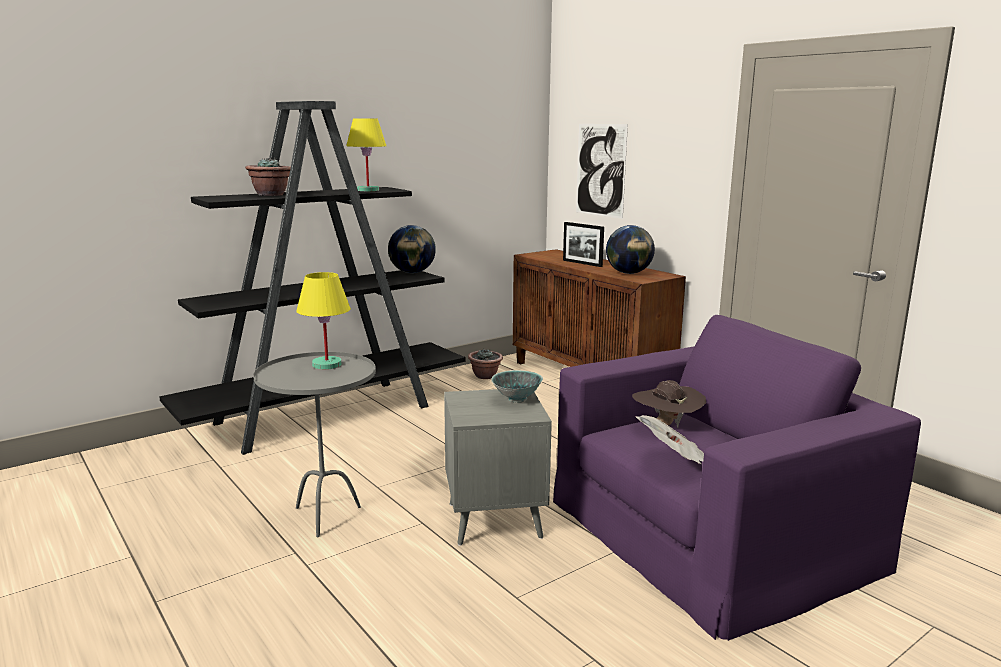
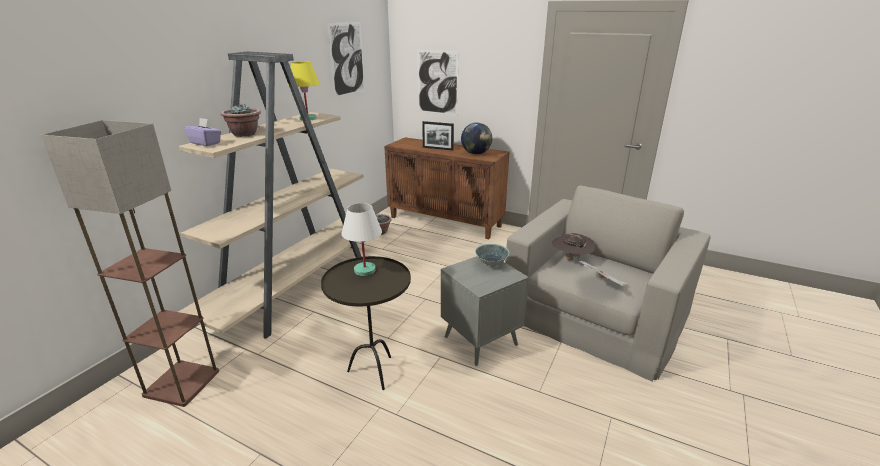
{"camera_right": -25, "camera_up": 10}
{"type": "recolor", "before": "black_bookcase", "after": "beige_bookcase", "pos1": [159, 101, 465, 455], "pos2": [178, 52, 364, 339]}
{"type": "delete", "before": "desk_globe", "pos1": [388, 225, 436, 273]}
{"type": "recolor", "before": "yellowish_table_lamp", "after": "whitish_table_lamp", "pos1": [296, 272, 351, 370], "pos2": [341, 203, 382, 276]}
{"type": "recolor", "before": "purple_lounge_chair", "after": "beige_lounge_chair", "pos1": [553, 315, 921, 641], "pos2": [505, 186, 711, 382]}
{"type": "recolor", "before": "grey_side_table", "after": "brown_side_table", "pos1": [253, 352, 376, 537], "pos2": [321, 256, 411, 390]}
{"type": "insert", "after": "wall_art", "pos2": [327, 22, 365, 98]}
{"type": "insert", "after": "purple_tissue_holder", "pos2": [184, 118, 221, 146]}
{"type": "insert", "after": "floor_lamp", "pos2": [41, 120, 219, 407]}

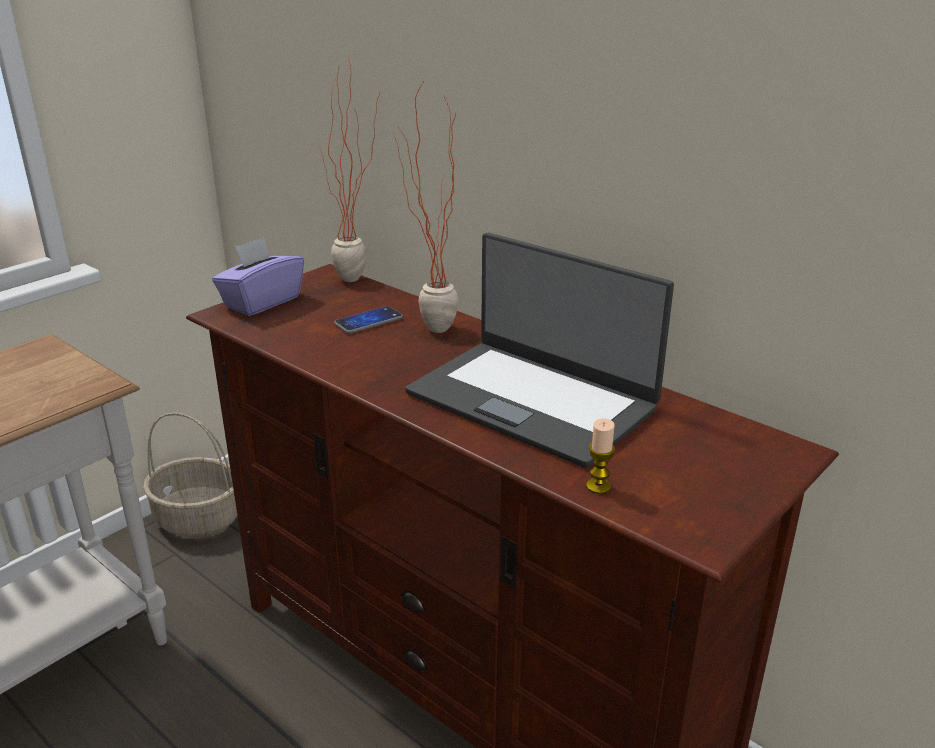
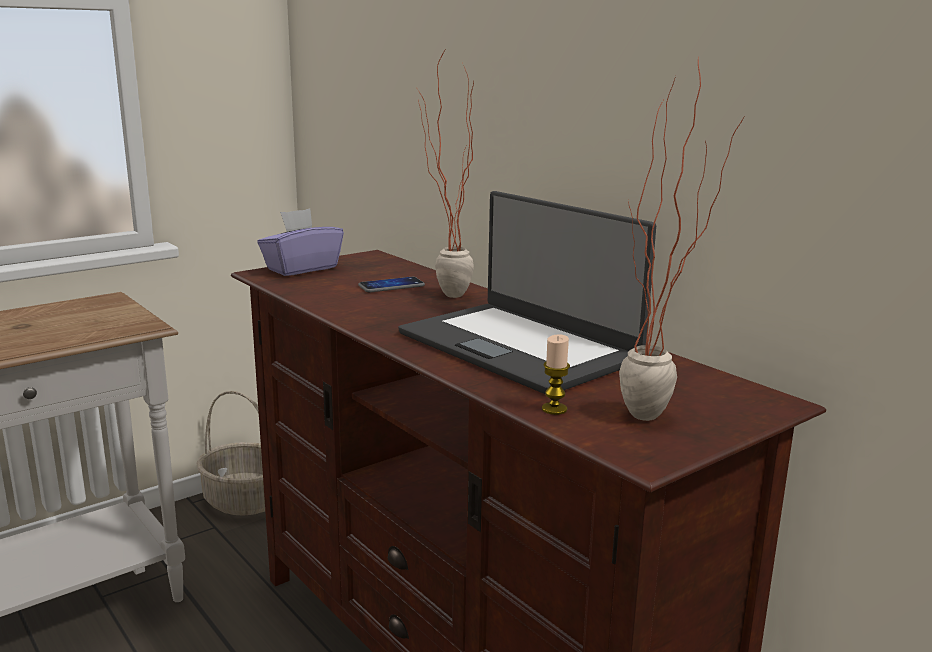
{"camera_right": 10, "camera_up": -10}
{"type": "move", "before": "houseplant", "pos1": [319, 61, 381, 282], "pos2": [619, 58, 744, 421]}

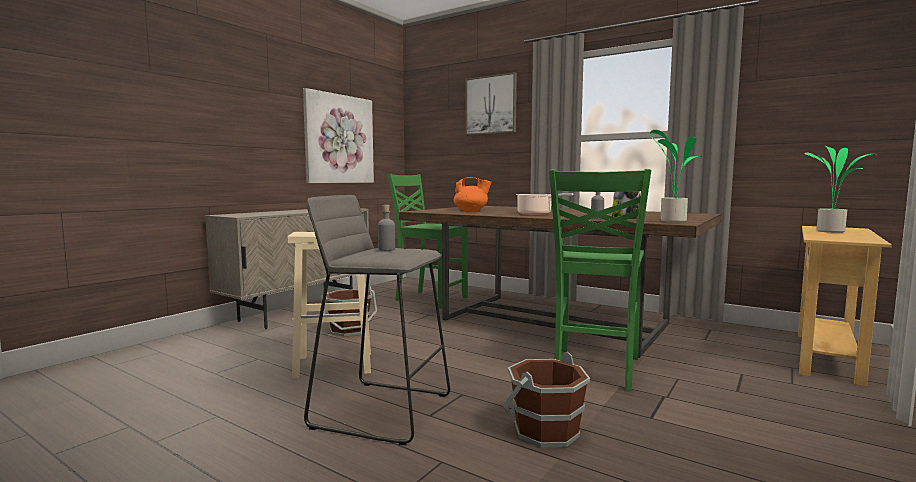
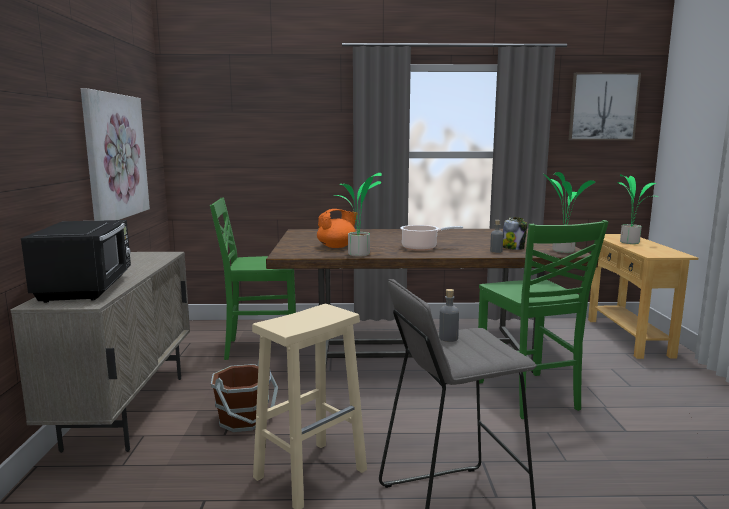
{"camera_right": -35, "camera_up": 5}
{"type": "move", "before": "wall_art", "pos1": [465, 72, 517, 135], "pos2": [569, 73, 641, 140]}
{"type": "delete", "before": "brown_water_bucket", "pos1": [503, 352, 590, 448]}
{"type": "insert", "after": "houseplant", "pos2": [333, 173, 382, 257]}
{"type": "insert", "after": "black_kitchen_microwave", "pos2": [21, 220, 131, 303]}

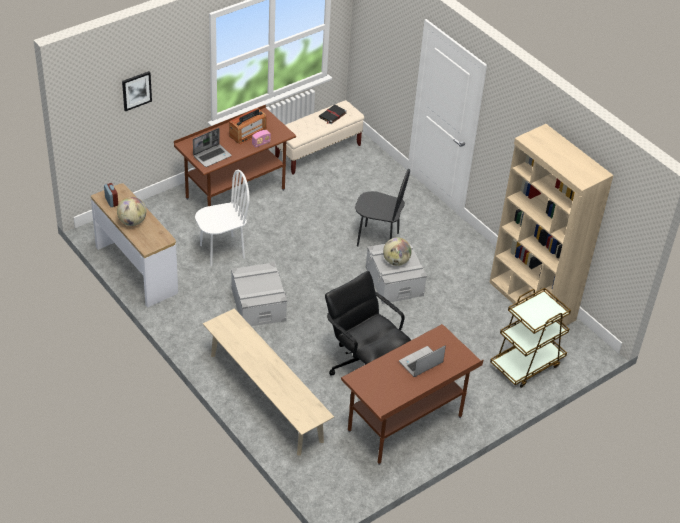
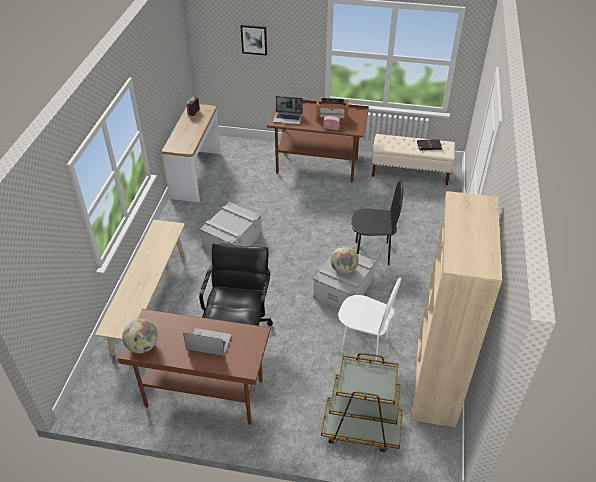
{"camera_right": 50, "camera_up": 0}
{"type": "rotate", "before": "black_chair", "pos1": [355, 169, 410, 247], "pos2": [351, 180, 403, 265], "turn": -60}
{"type": "move", "before": "whitish_chair", "pos1": [195, 170, 250, 266], "pos2": [338, 278, 401, 363]}
{"type": "move", "before": "desk_globe", "pos1": [117, 197, 146, 226], "pos2": [122, 318, 158, 353]}

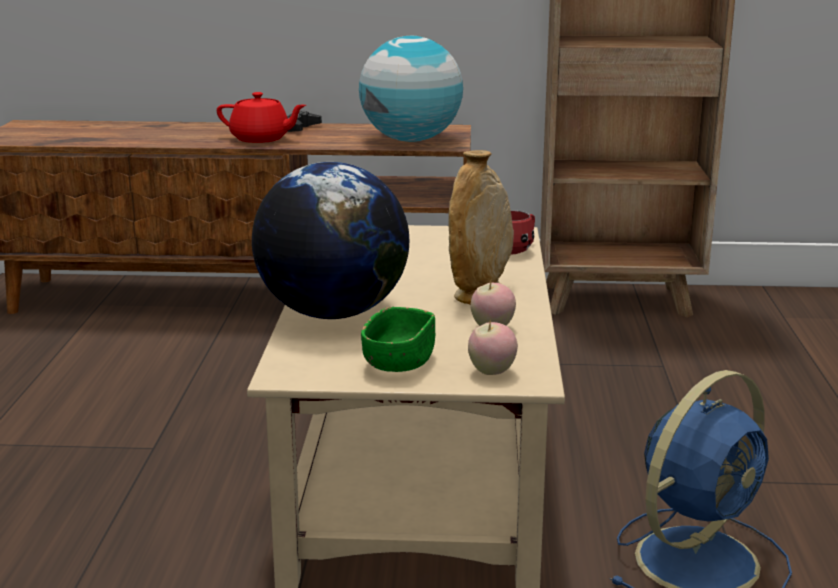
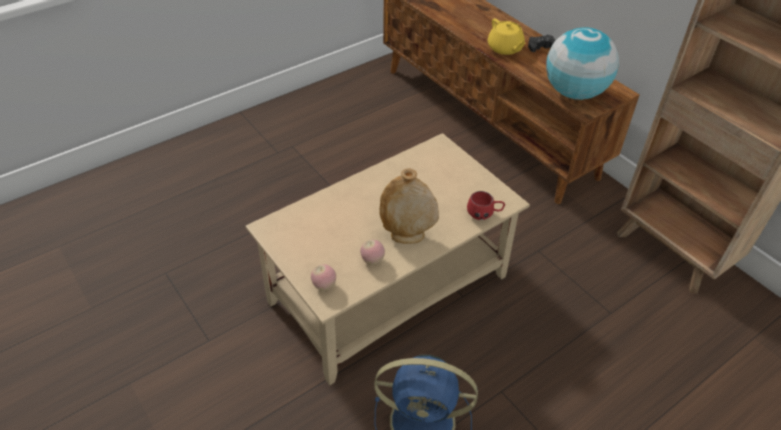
{"camera_right": 50, "camera_up": 25}
{"type": "recolor", "before": "red-coloured_tea_pot", "after": "yellowish_tea_pot", "pos1": [217, 92, 306, 143], "pos2": [488, 19, 526, 55]}
{"type": "delete", "before": "desk_globe", "pos1": [252, 162, 409, 319]}
{"type": "delete", "before": "greenish_serving_bowl", "pos1": [361, 307, 435, 372]}

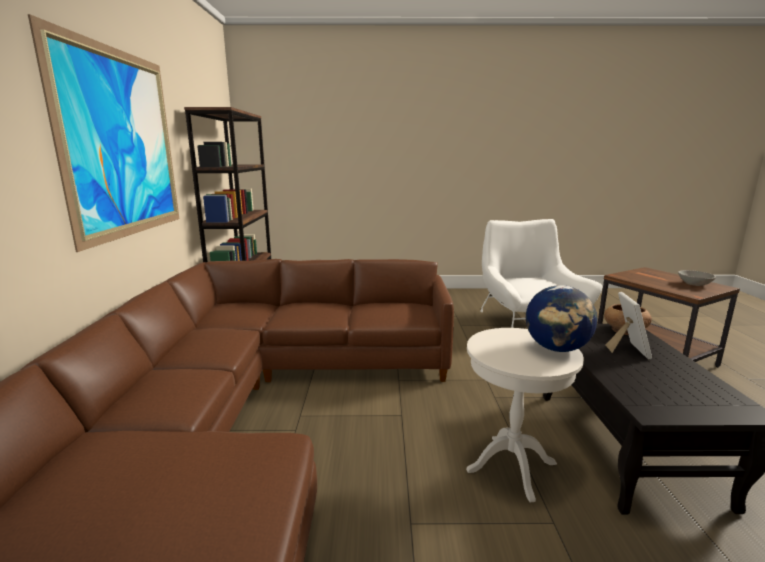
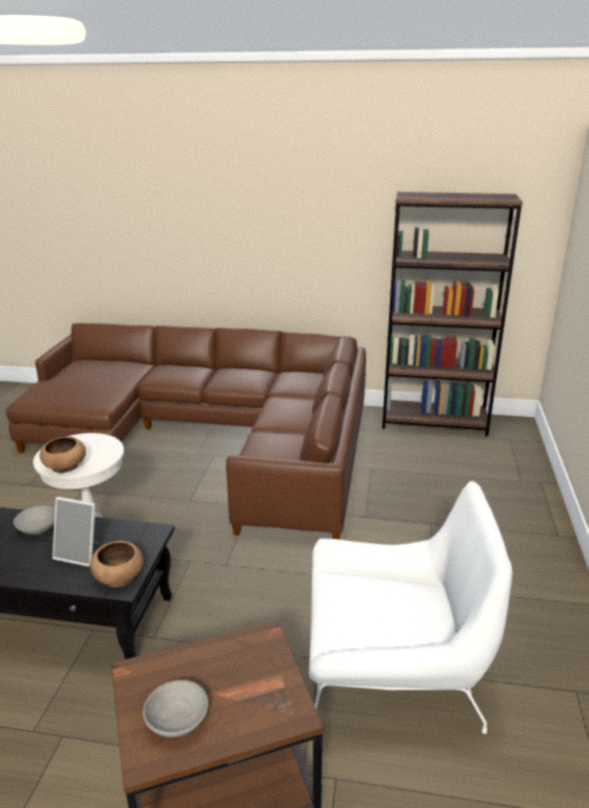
{"camera_right": 100, "camera_up": 10}
{"type": "delete", "before": "wall_art", "pos1": [28, 14, 179, 252]}
{"type": "replace", "before": "desk_globe", "after": "brown_serving_bowl", "pos1": [526, 285, 597, 352], "pos2": [40, 436, 86, 473]}
{"type": "insert", "after": "grey_serving_bowl", "pos2": [14, 505, 55, 535]}

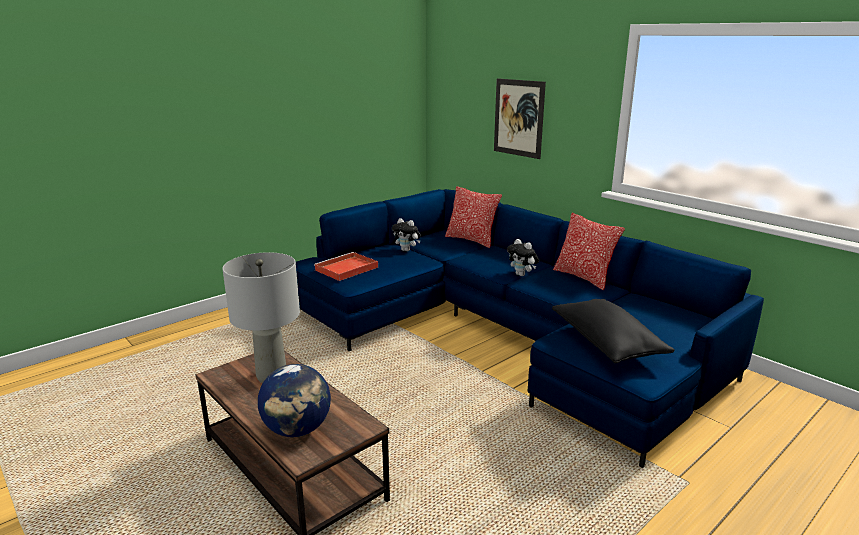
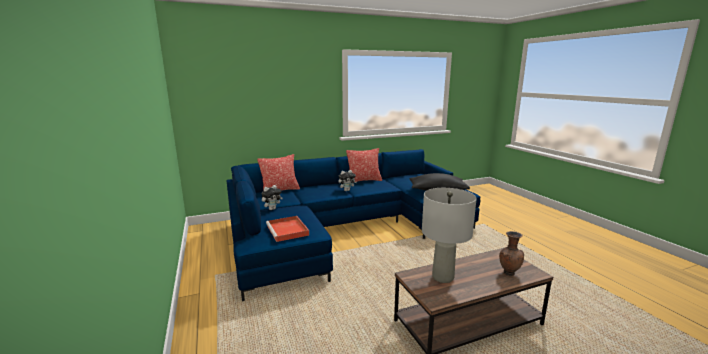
{"camera_right": -70, "camera_up": -5}
{"type": "delete", "before": "wall_art", "pos1": [494, 78, 546, 159]}
{"type": "replace", "before": "desk_globe", "after": "brown_flower_vase", "pos1": [258, 364, 331, 437], "pos2": [499, 231, 524, 276]}

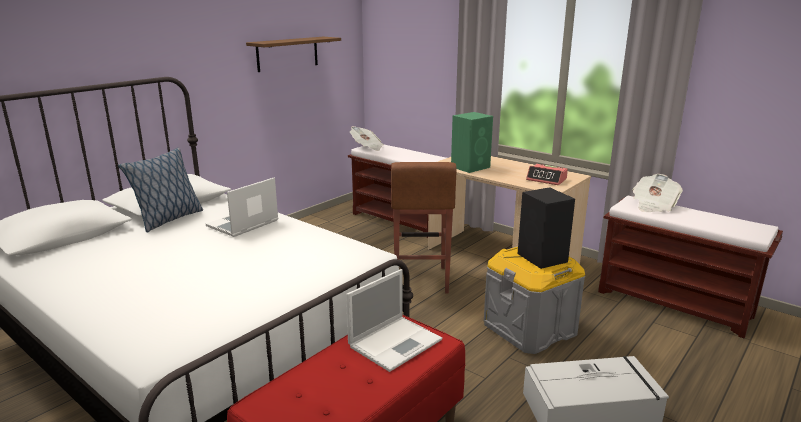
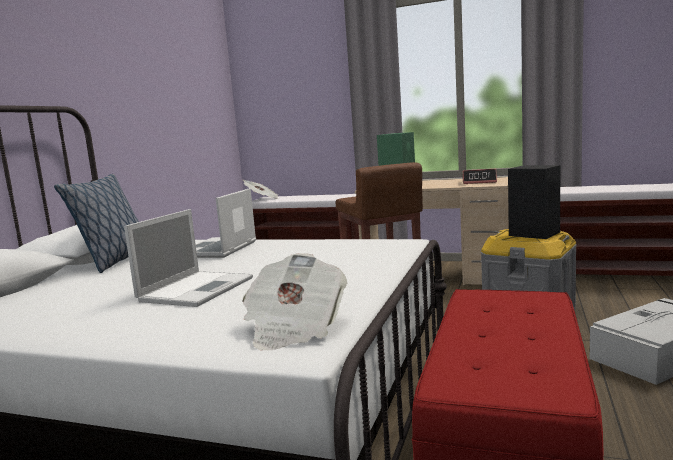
{"camera_right": -20, "camera_up": -10}
{"type": "delete", "before": "bracket_shelf", "pos1": [246, 37, 341, 72]}
{"type": "move", "before": "printed_paper", "pos1": [632, 174, 683, 212], "pos2": [242, 253, 347, 350]}
{"type": "move", "before": "notebook_computer", "pos1": [346, 269, 442, 372], "pos2": [124, 209, 253, 307]}

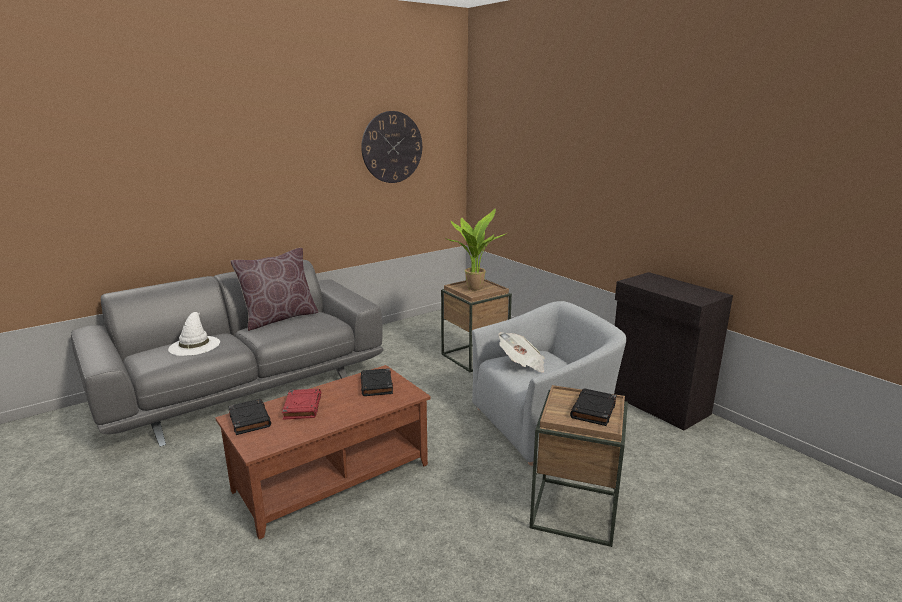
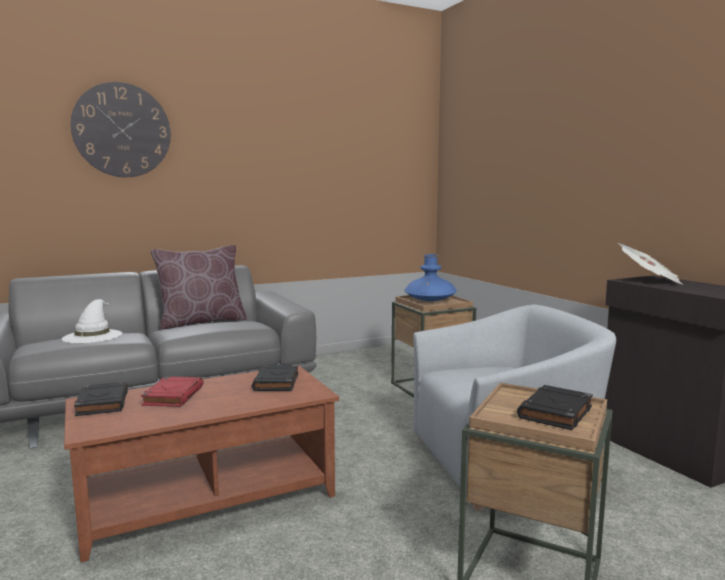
{"camera_right": 10, "camera_up": -10}
{"type": "move", "before": "hanging_clock", "pos1": [361, 111, 422, 183], "pos2": [71, 82, 171, 177]}
{"type": "replace", "before": "houseplant", "after": "blue-coloured_flower_vase", "pos1": [444, 209, 508, 290], "pos2": [404, 254, 457, 301]}
{"type": "move", "before": "printed_paper", "pos1": [498, 332, 545, 372], "pos2": [618, 243, 683, 285]}

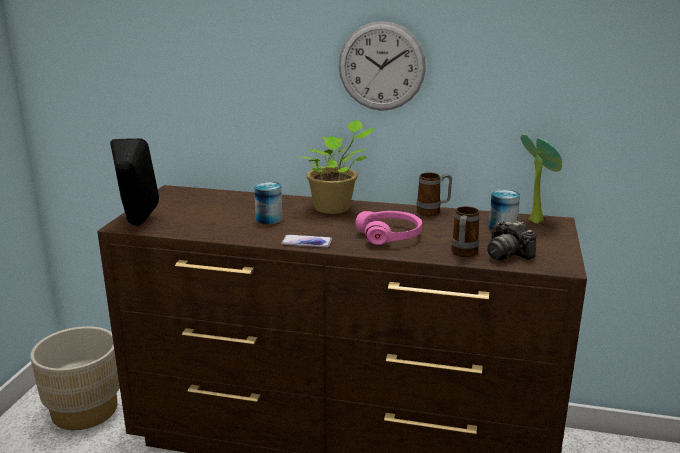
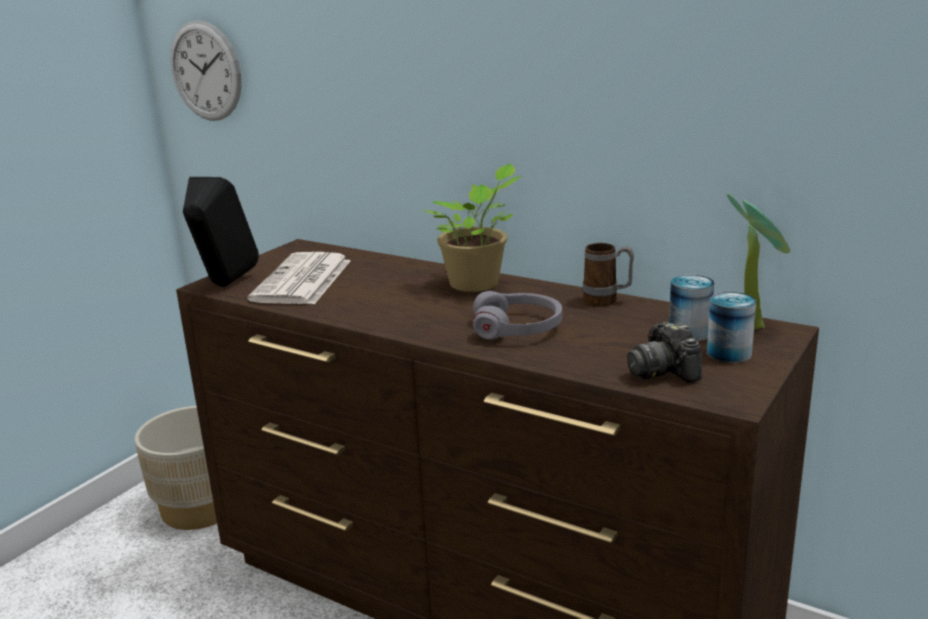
{"camera_right": 20, "camera_up": 0}
{"type": "move", "before": "hanging_clock", "pos1": [339, 21, 426, 111], "pos2": [171, 20, 242, 121]}
{"type": "move", "before": "sealed_can", "pos1": [254, 182, 283, 225], "pos2": [707, 292, 756, 363]}
{"type": "delete", "before": "mug", "pos1": [451, 206, 480, 257]}
{"type": "recolor", "before": "pink_pair_of_headphones", "after": "grey_pair_of_headphones", "pos1": [355, 211, 422, 245], "pos2": [473, 291, 562, 340]}
{"type": "delete", "before": "telephone", "pos1": [281, 235, 332, 248]}
{"type": "insert", "after": "printed_paper", "pos2": [247, 252, 351, 304]}

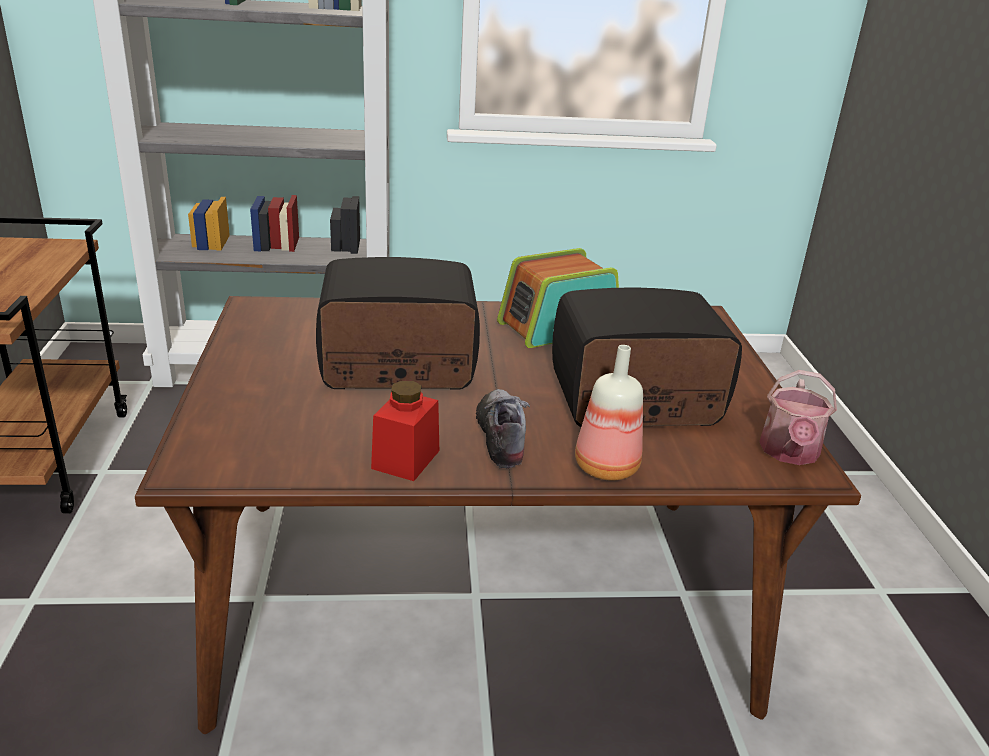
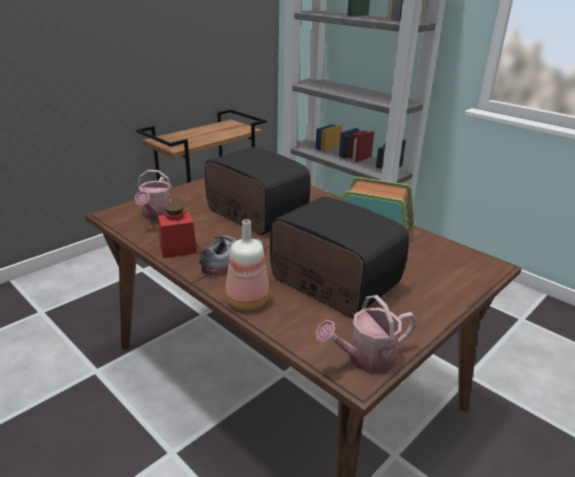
{"camera_right": 50, "camera_up": 0}
{"type": "insert", "after": "watering_can", "pos2": [135, 170, 172, 220]}

